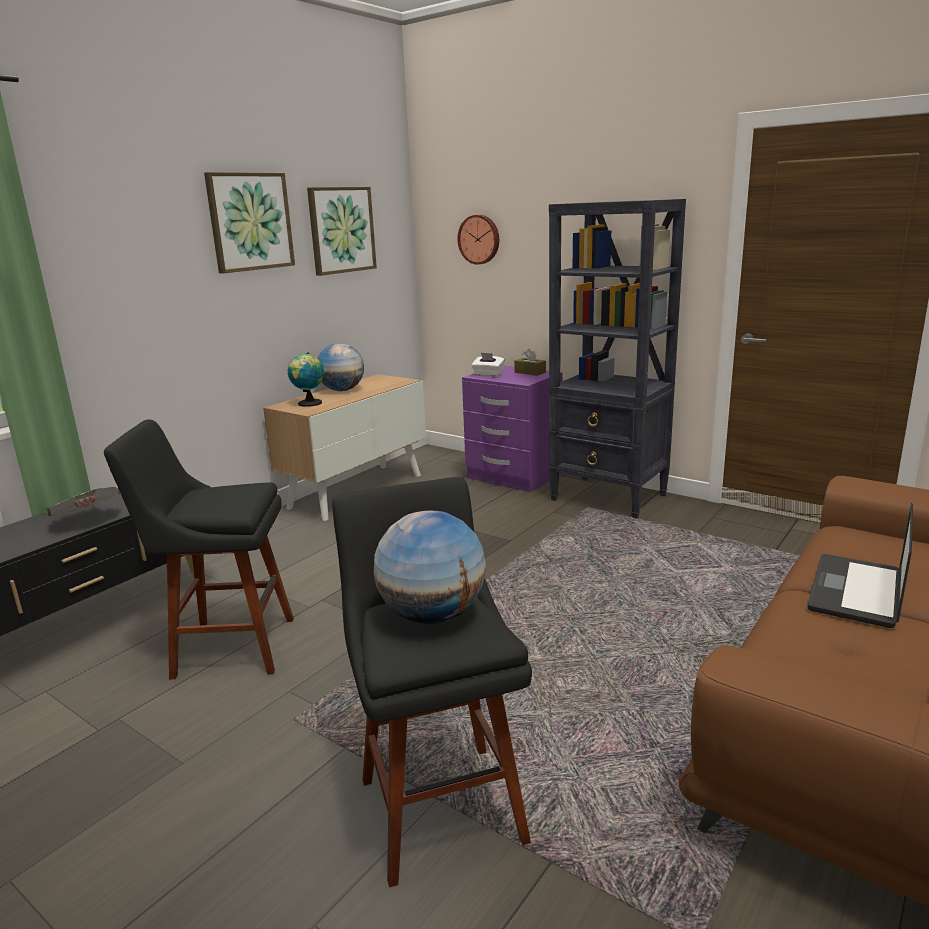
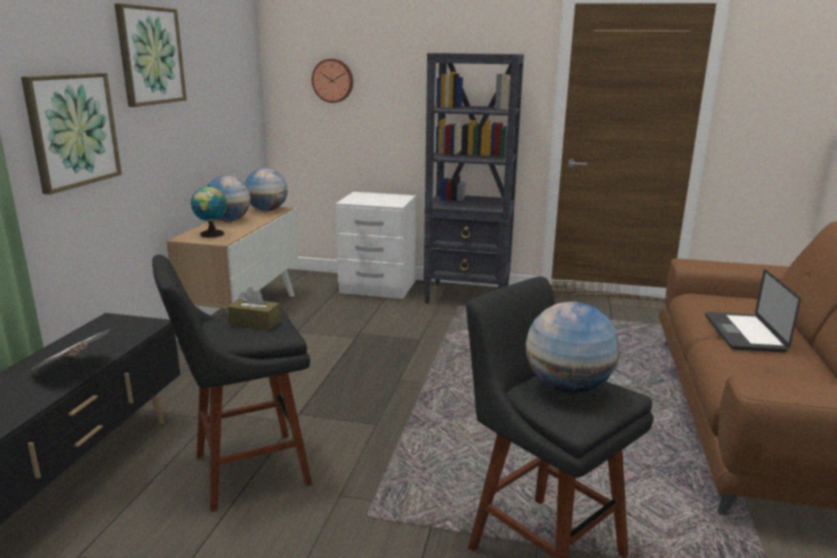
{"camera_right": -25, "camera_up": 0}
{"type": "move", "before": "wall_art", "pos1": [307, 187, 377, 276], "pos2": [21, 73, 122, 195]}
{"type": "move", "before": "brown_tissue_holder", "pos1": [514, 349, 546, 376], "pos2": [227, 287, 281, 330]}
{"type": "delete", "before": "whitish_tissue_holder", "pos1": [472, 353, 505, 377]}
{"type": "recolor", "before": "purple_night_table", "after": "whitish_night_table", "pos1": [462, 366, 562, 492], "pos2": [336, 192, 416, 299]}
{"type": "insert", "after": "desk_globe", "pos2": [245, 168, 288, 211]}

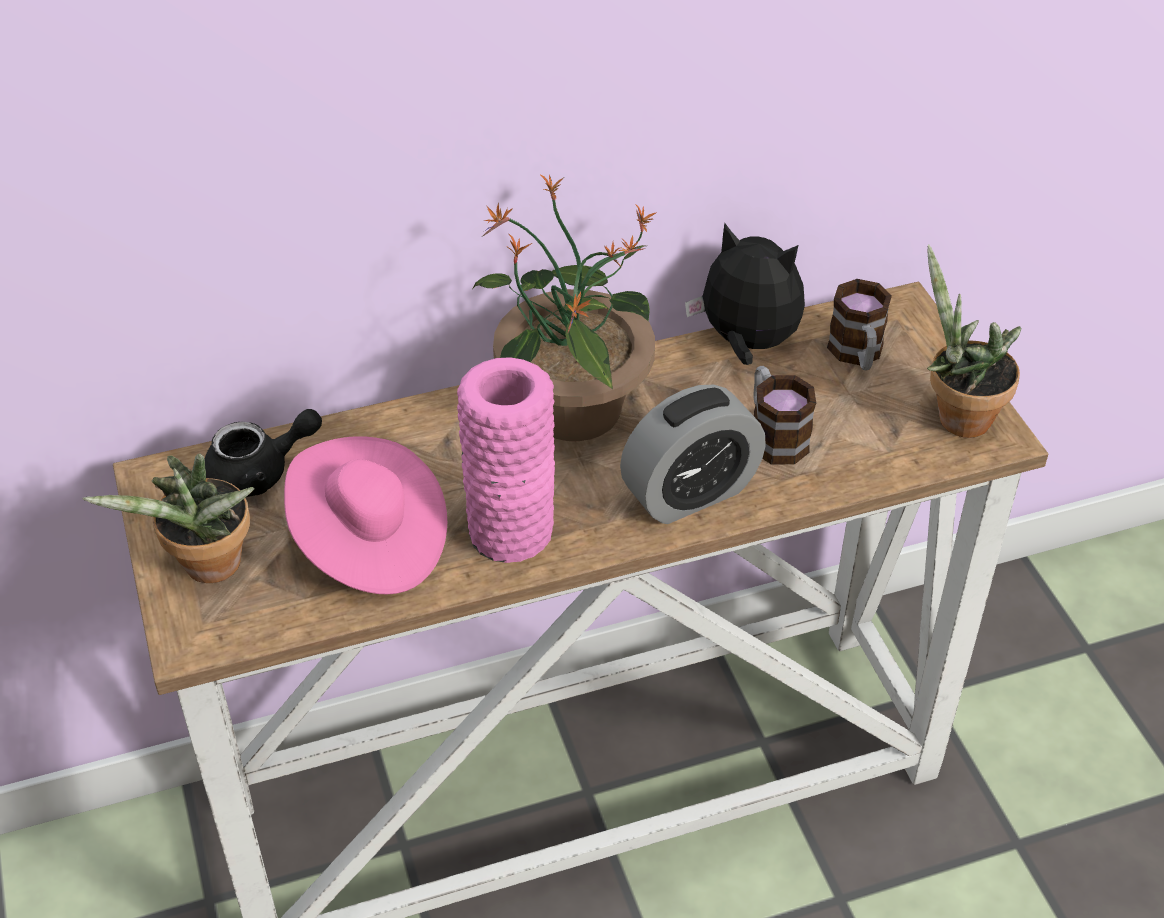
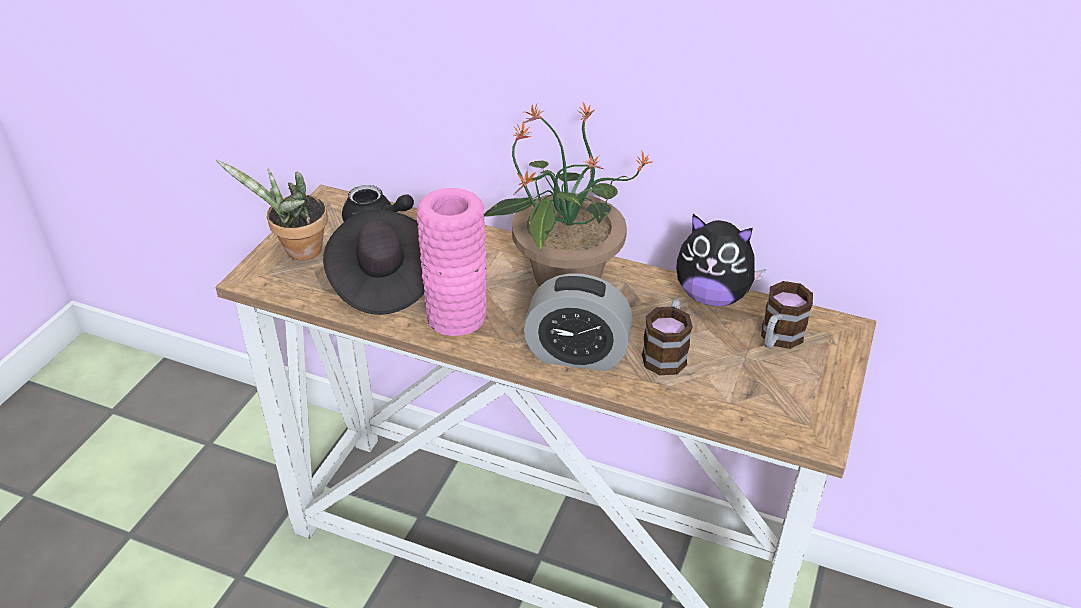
{"camera_right": 40, "camera_up": -5}
{"type": "rotate", "before": "plush_toy", "pos1": [685, 223, 805, 365], "pos2": [676, 214, 766, 306], "turn": 135}
{"type": "delete", "before": "houseplant", "pos1": [927, 245, 1022, 438]}
{"type": "recolor", "before": "pink_clothing_hat", "after": "black_clothing_hat", "pos1": [284, 436, 447, 594], "pos2": [323, 210, 425, 315]}

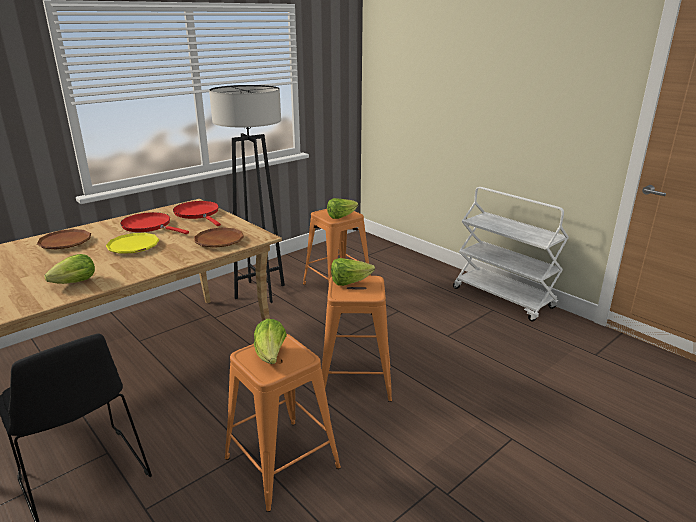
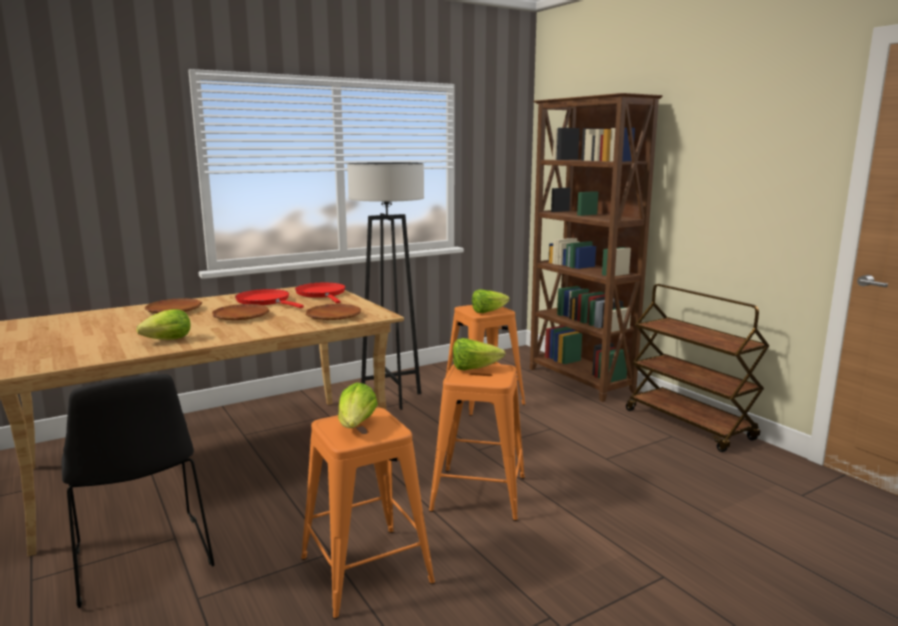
{"camera_right": 10, "camera_up": -10}
{"type": "recolor", "before": "whitish_trolley", "after": "brown_trolley", "pos1": [453, 187, 569, 321], "pos2": [626, 284, 769, 452]}
{"type": "recolor", "before": "yellowish_flat_dish", "after": "brown_flat_dish", "pos1": [106, 233, 159, 254], "pos2": [212, 304, 270, 320]}
{"type": "insert", "after": "brown_bookcase", "pos2": [530, 93, 663, 402]}

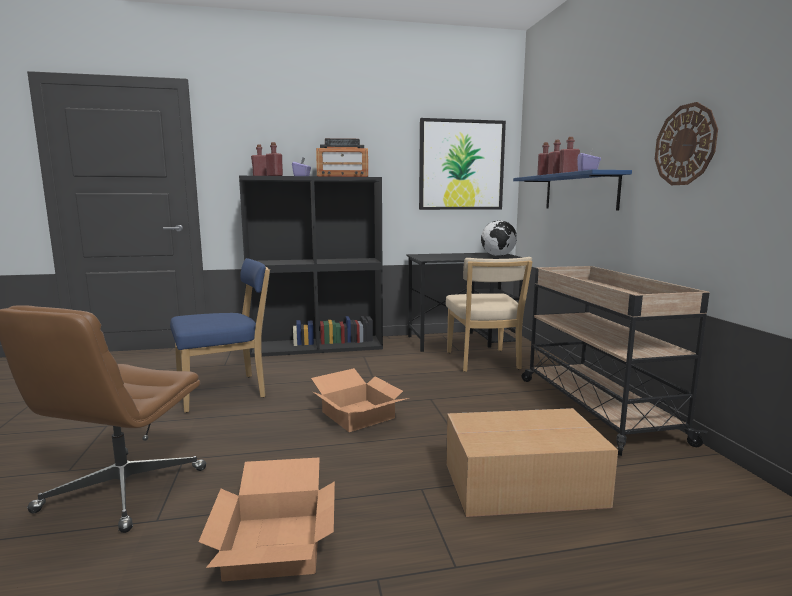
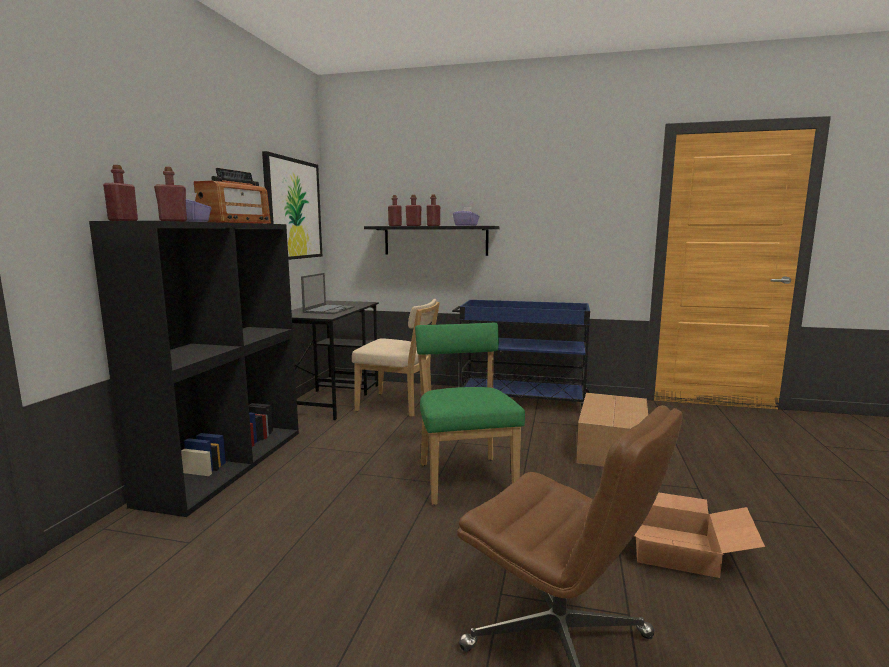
{"camera_right": -65, "camera_up": 0}
{"type": "delete", "before": "hanging_clock", "pos1": [655, 102, 718, 185]}
{"type": "recolor", "before": "blue-coloured_bracket_shelf", "after": "black_bracket_shelf", "pos1": [513, 170, 632, 211], "pos2": [364, 226, 499, 256]}
{"type": "delete", "before": "desk_globe", "pos1": [481, 220, 517, 256]}
{"type": "delete", "before": "blue-coloured_chair", "pos1": [170, 258, 270, 413]}
{"type": "recolor", "before": "beige_trolley", "after": "blue-coloured_trolley", "pos1": [522, 266, 709, 456], "pos2": [452, 300, 591, 406]}
{"type": "replace", "before": "cardboard_box", "after": "greenish_chair", "pos1": [311, 368, 409, 432], "pos2": [415, 323, 525, 505]}
{"type": "insert", "after": "notebook_computer", "pos2": [301, 273, 354, 314]}

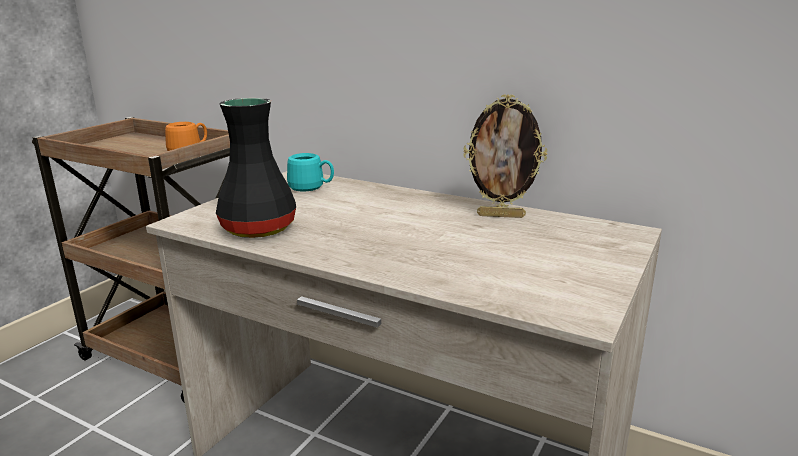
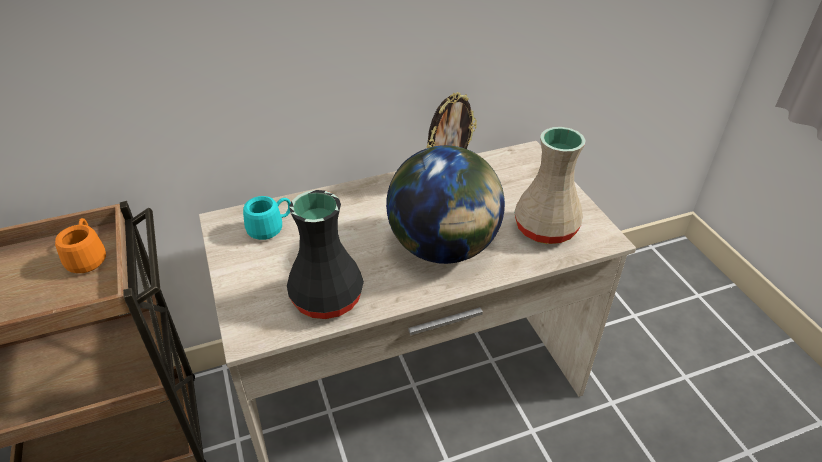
{"camera_right": -50, "camera_up": 20}
{"type": "insert", "after": "beige_flower_vase", "pos2": [514, 127, 586, 244]}
{"type": "insert", "after": "desk_globe", "pos2": [386, 145, 505, 264]}

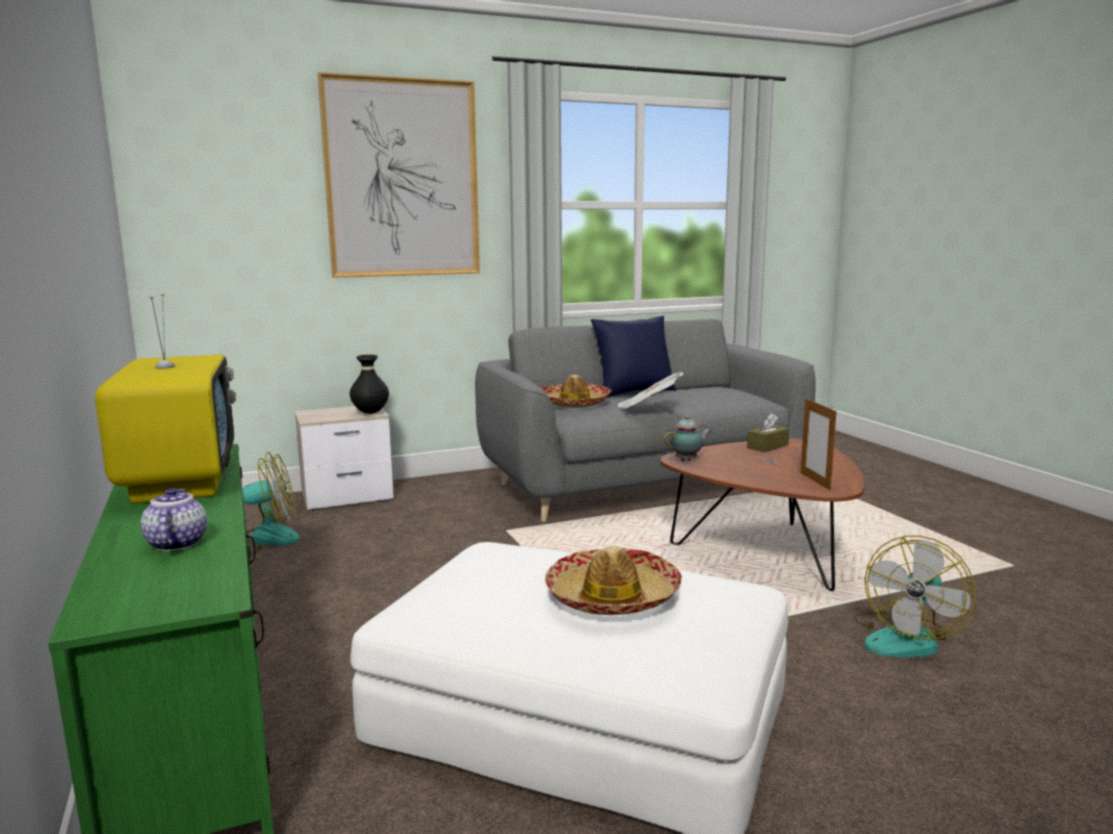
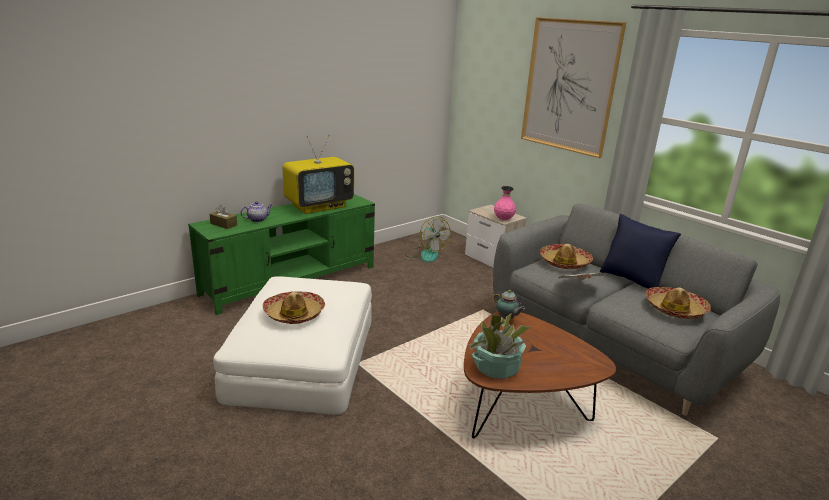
{"camera_right": 70, "camera_up": 10}
{"type": "recolor", "before": "black_flower_vase", "after": "pink_flower_vase", "pos1": [349, 354, 389, 414], "pos2": [494, 186, 516, 220]}
{"type": "replace", "before": "photo_frame", "after": "houseplant", "pos1": [800, 397, 837, 491], "pos2": [469, 313, 531, 379]}
{"type": "move", "before": "brown_tissue_holder", "pos1": [747, 413, 789, 452], "pos2": [209, 205, 237, 229]}
{"type": "delete", "before": "cooling_fan", "pos1": [854, 536, 976, 657]}
{"type": "insert", "after": "clothing_hat", "pos2": [646, 287, 711, 319]}

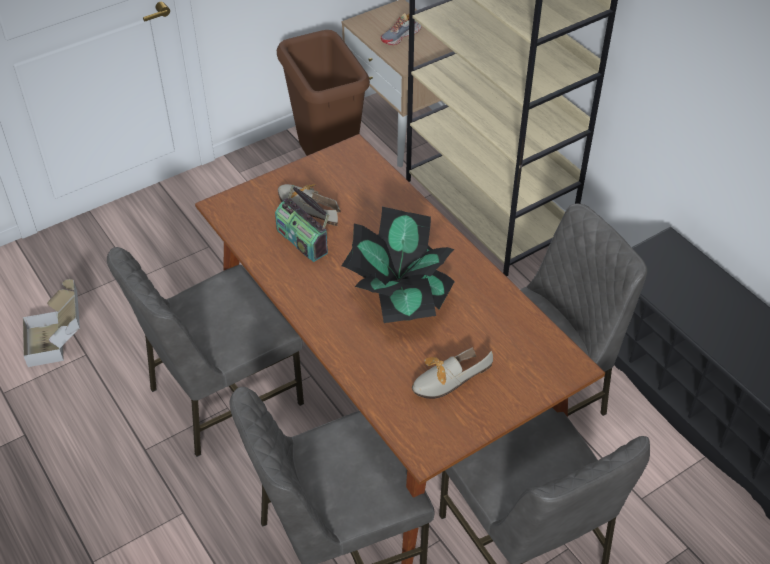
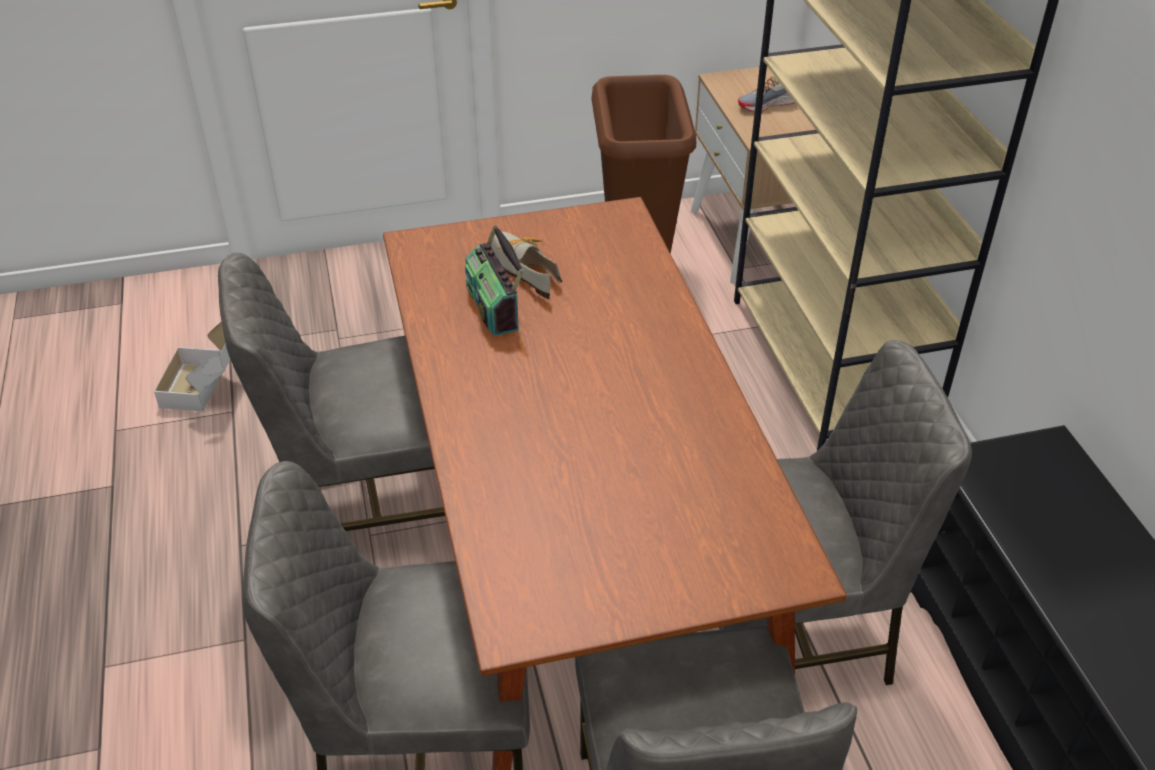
{"camera_right": 20, "camera_up": -5}
{"type": "delete", "before": "houseplant", "pos1": [342, 207, 455, 323]}
{"type": "delete", "before": "low_shoe", "pos1": [412, 347, 493, 399]}

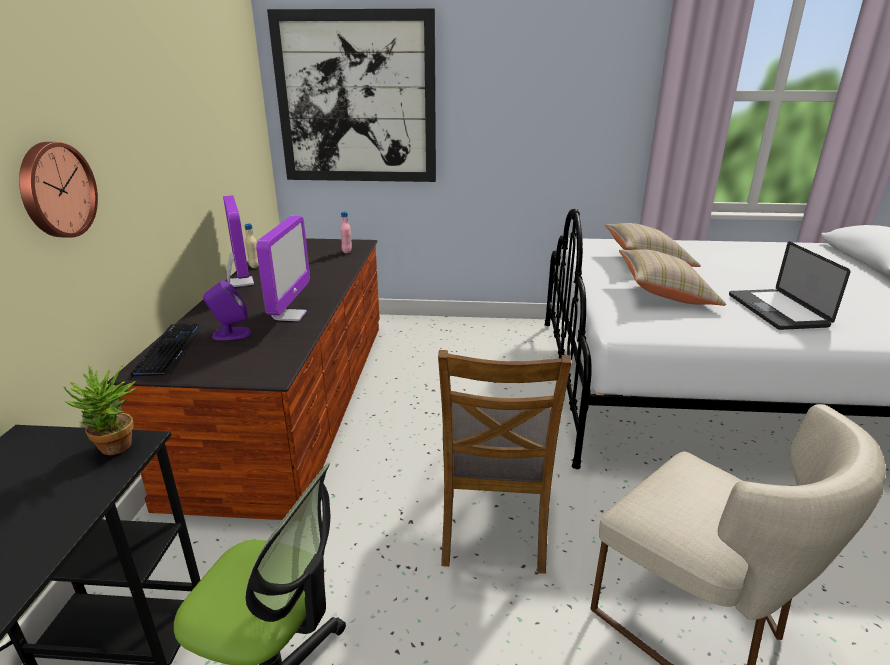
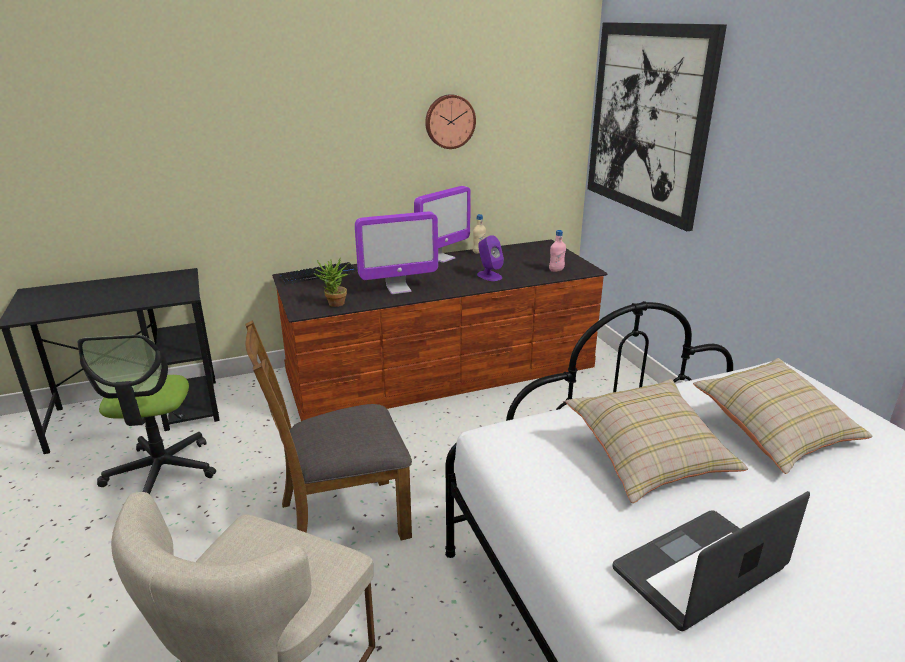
{"camera_right": 65, "camera_up": 0}
{"type": "move", "before": "hanging_clock", "pos1": [19, 142, 98, 238], "pos2": [425, 94, 476, 149]}
{"type": "move", "before": "purple_audio_speaker", "pos1": [203, 280, 251, 340], "pos2": [477, 235, 504, 281]}
{"type": "move", "before": "houseplant", "pos1": [64, 364, 137, 455], "pos2": [314, 257, 350, 307]}

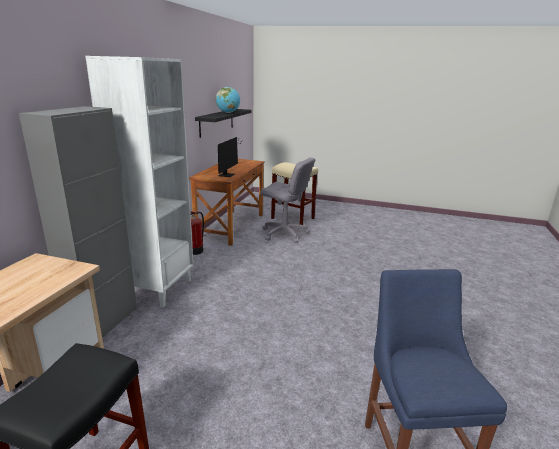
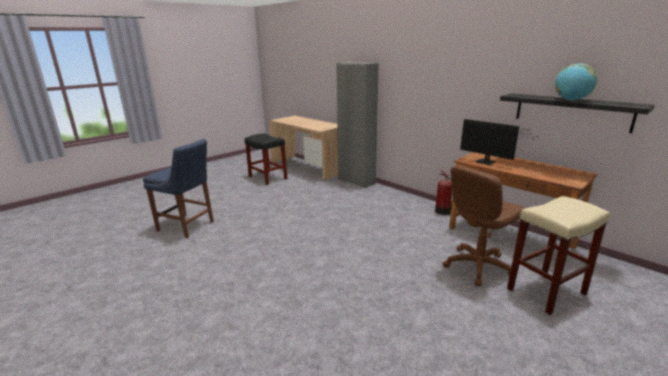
{"camera_right": 120, "camera_up": 0}
{"type": "delete", "before": "whitish_bookcase", "pos1": [85, 56, 194, 308]}
{"type": "recolor", "before": "grey_computer_chair", "after": "brown_computer_chair", "pos1": [260, 158, 315, 243], "pos2": [442, 165, 525, 286]}

